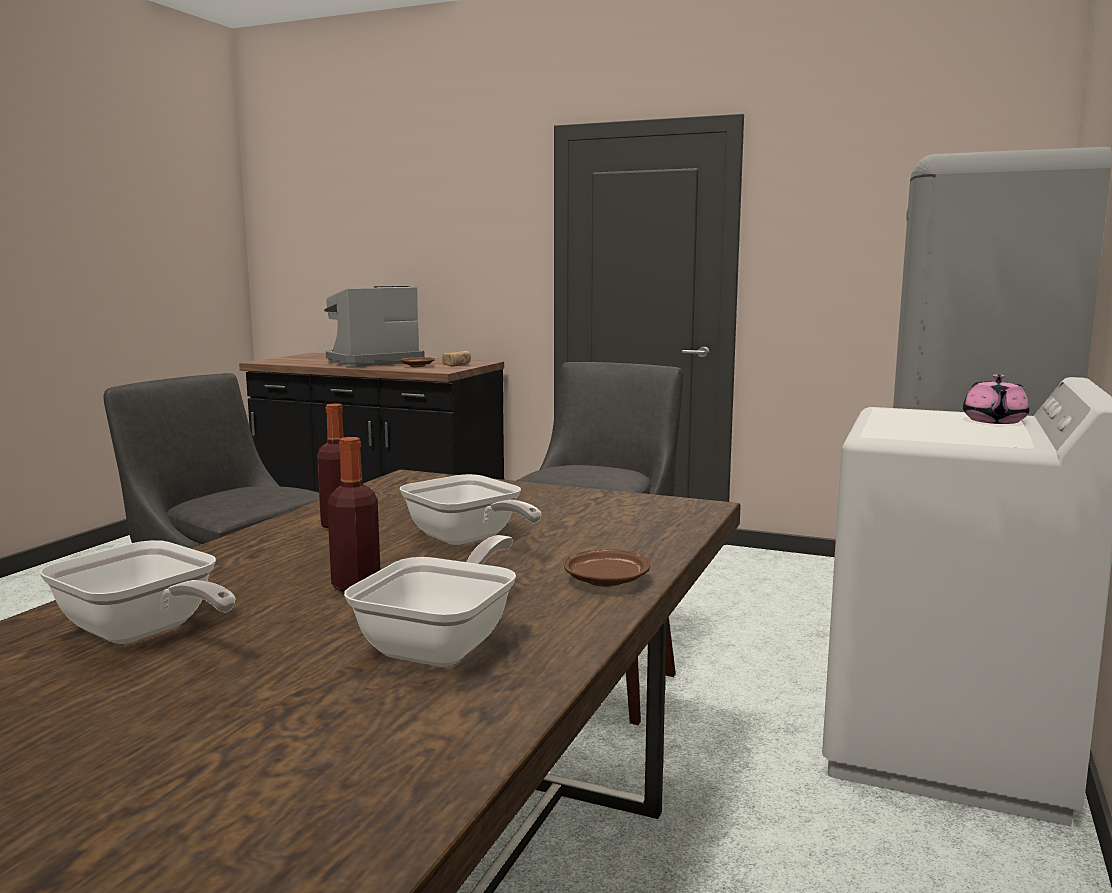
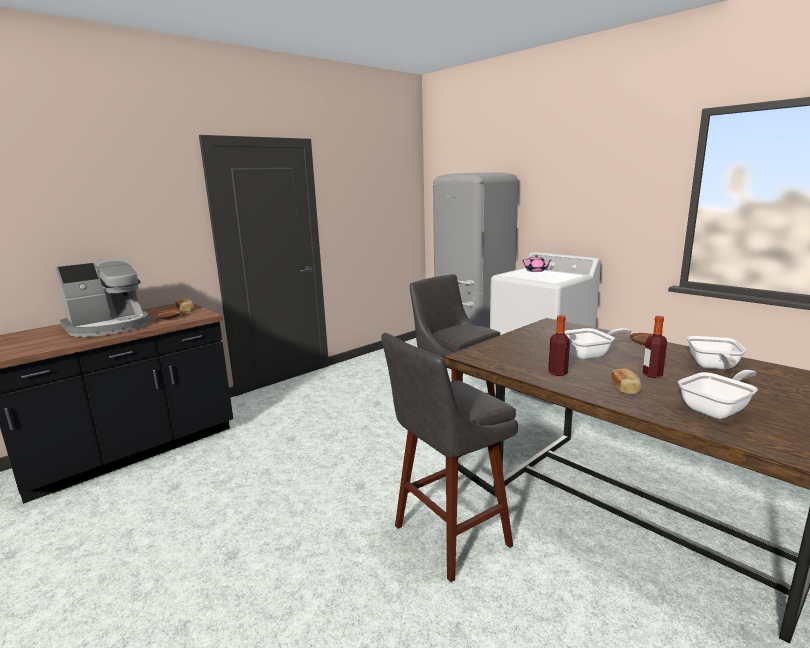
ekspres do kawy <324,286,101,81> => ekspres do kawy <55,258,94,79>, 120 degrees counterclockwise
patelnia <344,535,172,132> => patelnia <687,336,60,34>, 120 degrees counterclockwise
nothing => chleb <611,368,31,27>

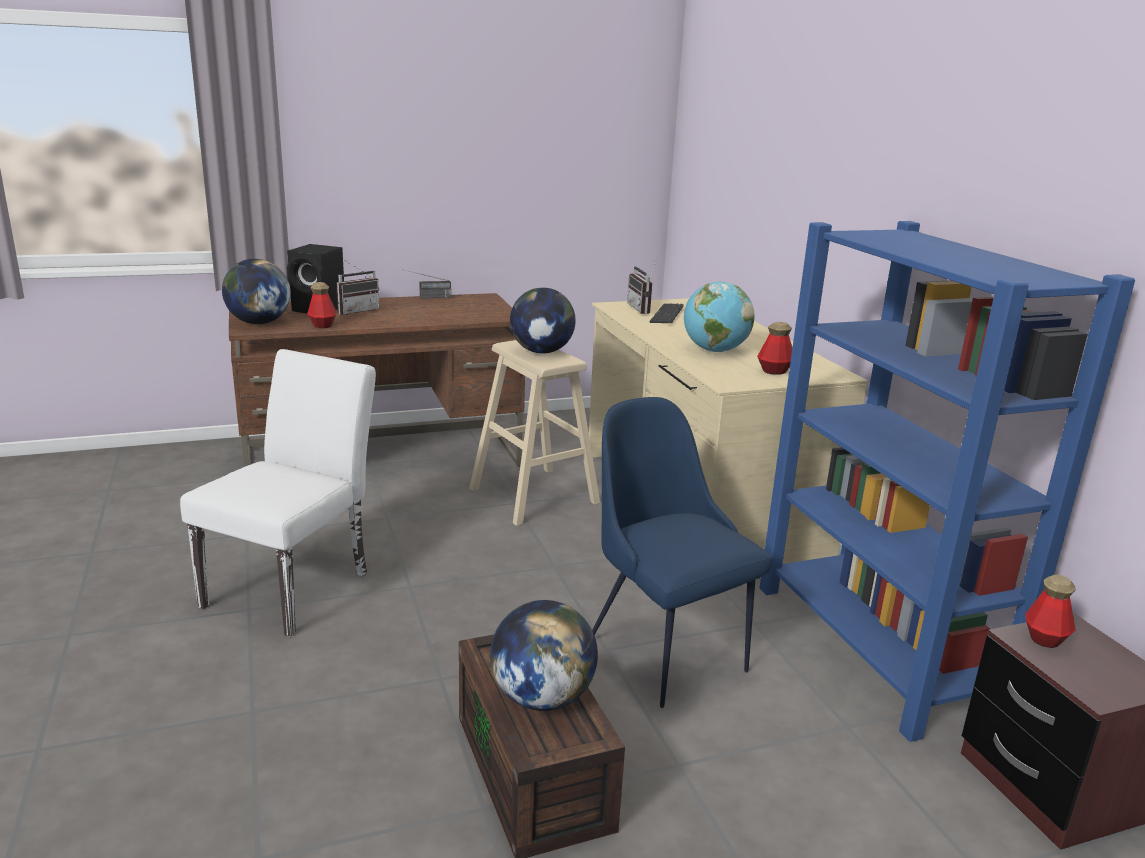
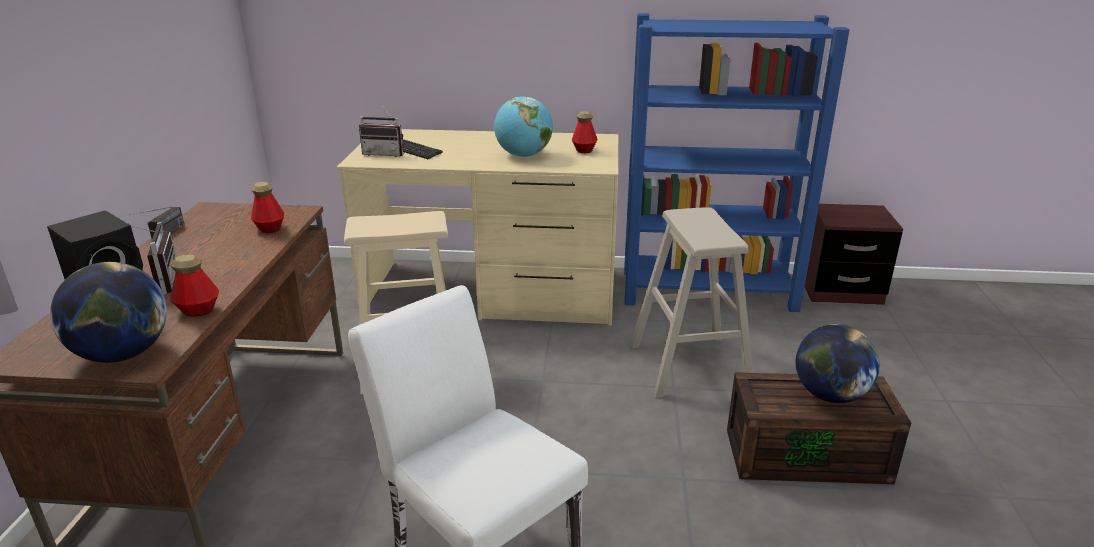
globus <510,287,65,66> => nothing
krzesło (niebieski) <592,397,181,311> => stołek (beżowy) <630,207,123,191>
butelka <1025,574,51,74> => butelka <251,182,33,51>, shifted

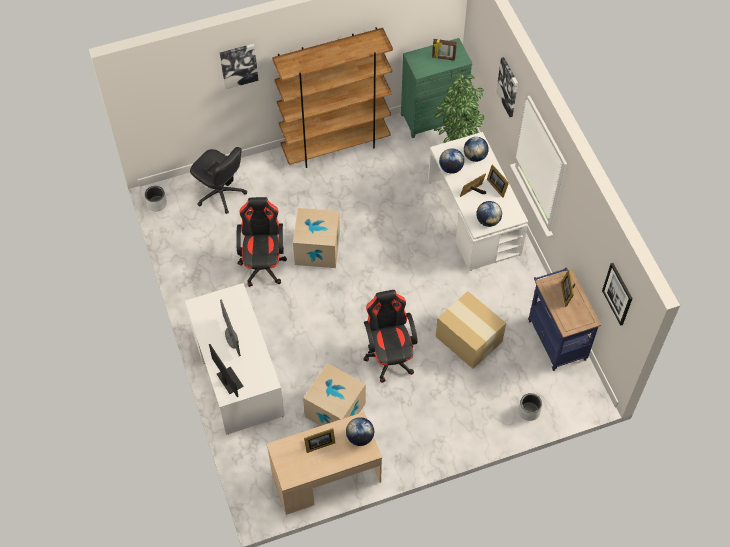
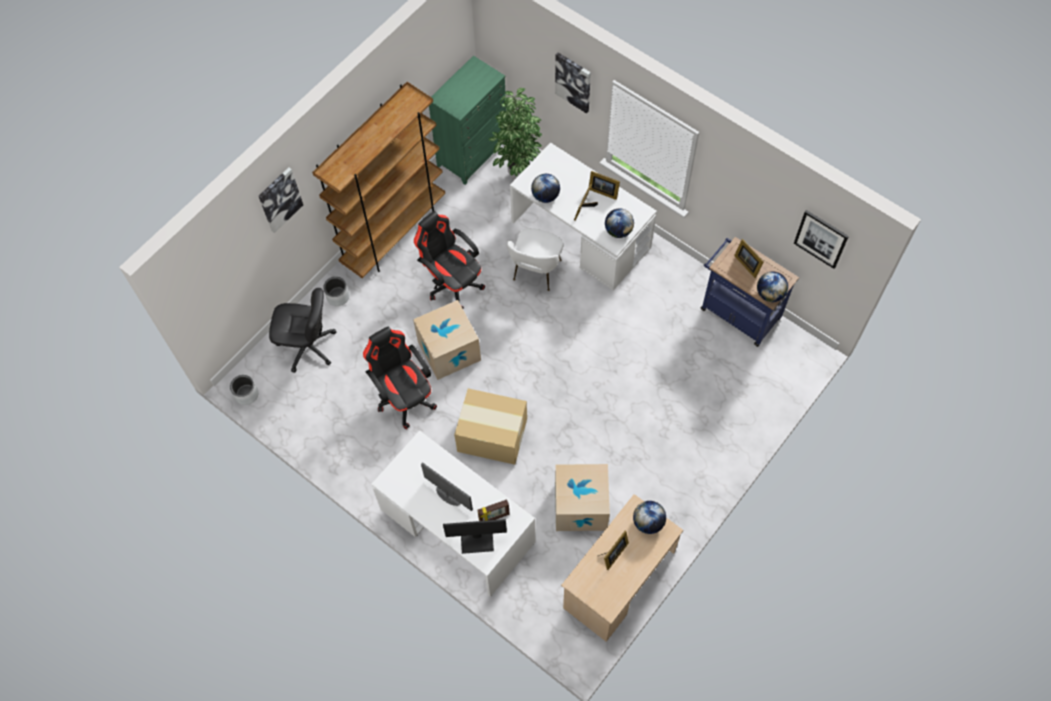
monitor <209,344,35,53> => monitor <443,519,64,35>, 150 degrees clockwise
krzesło biurowe (czarny) <363,290,54,93> => krzesło biurowe (czarny) <414,211,71,98>, shifted
ramka na zdjęcie <432,39,25,22> => ramka na zdjęcie <477,499,33,22>, shifted
karton <435,291,71,78> => karton <454,388,73,77>, shifted
globus <464,137,25,25> => globus <757,271,31,31>, shifted
donica (szary) <518,393,24,28> => donica (szary) <323,277,26,29>, shifted
nothing => krzesło (biały) <507,228,56,63>

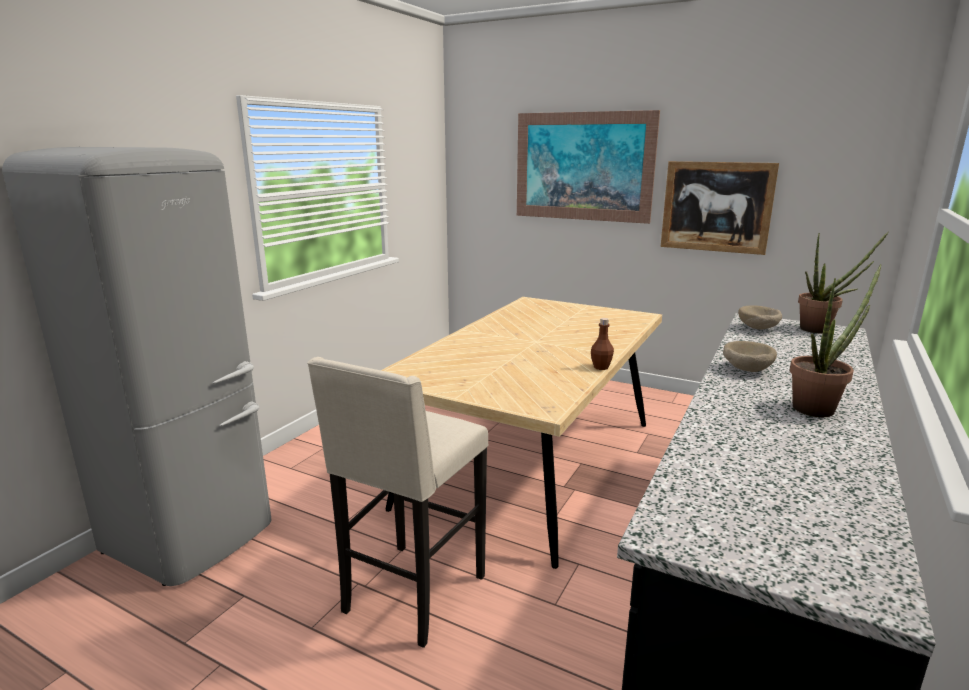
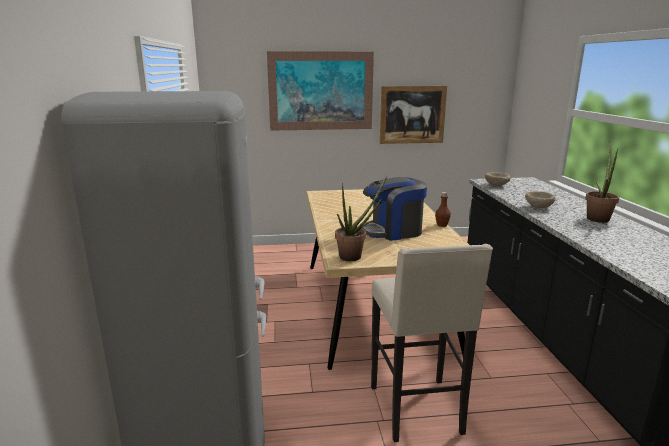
roślina doniczkowa <798,232,90,101> => roślina doniczkowa <335,176,52,85>, shifted
nothing => ekspres do kawy <362,177,65,64>

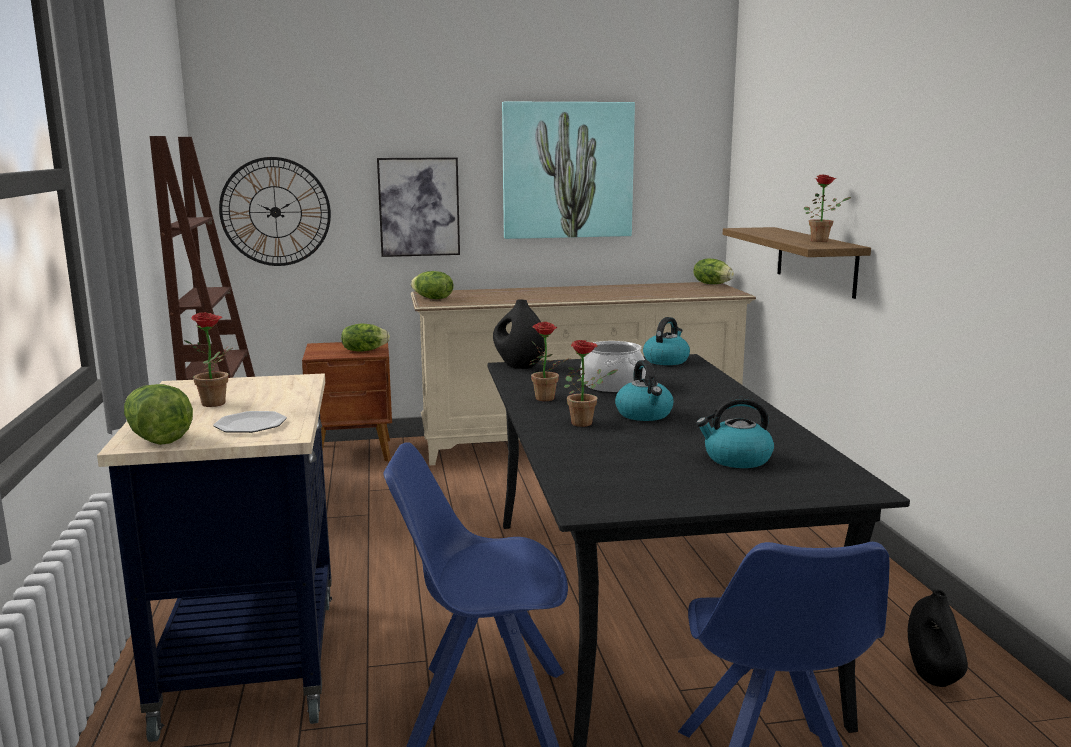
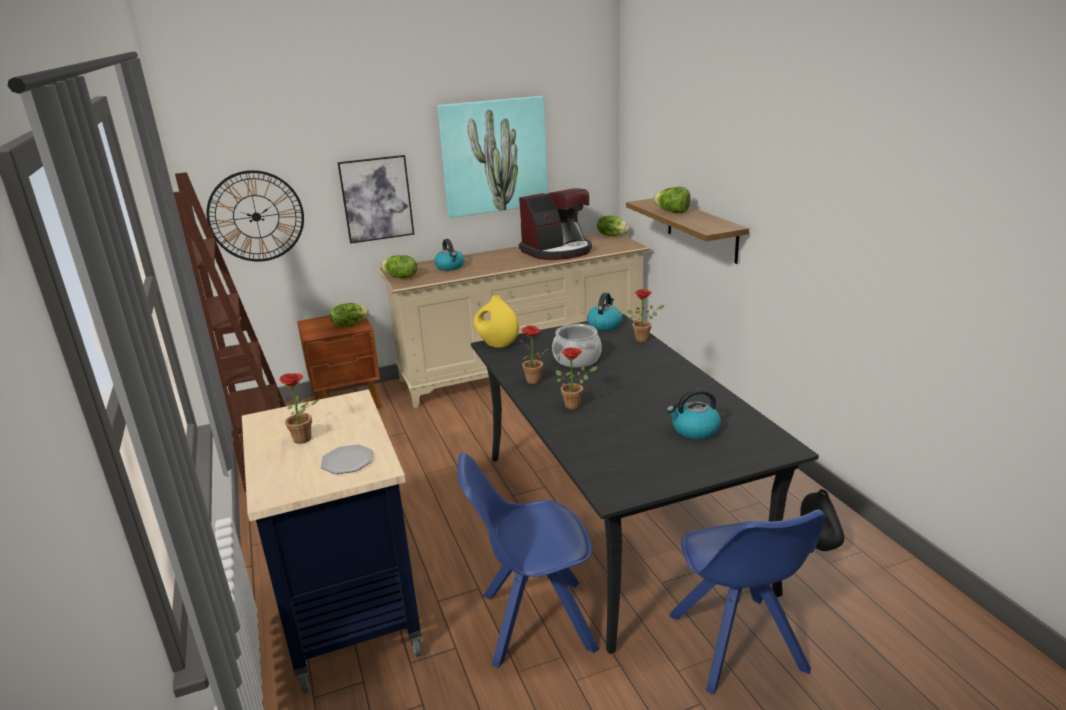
sałata <124,384,69,61> => sałata <653,187,38,26>, shifted
wazon (czarny) <493,299,52,70> => wazon (żółty) <473,295,46,53>
czajnik <615,360,58,61> => czajnik <434,239,30,32>, shifted
roślina doniczkowa <804,174,47,68> => roślina doniczkowa <627,289,38,53>, shifted
nothing => ekspres do kawy <519,189,73,71>

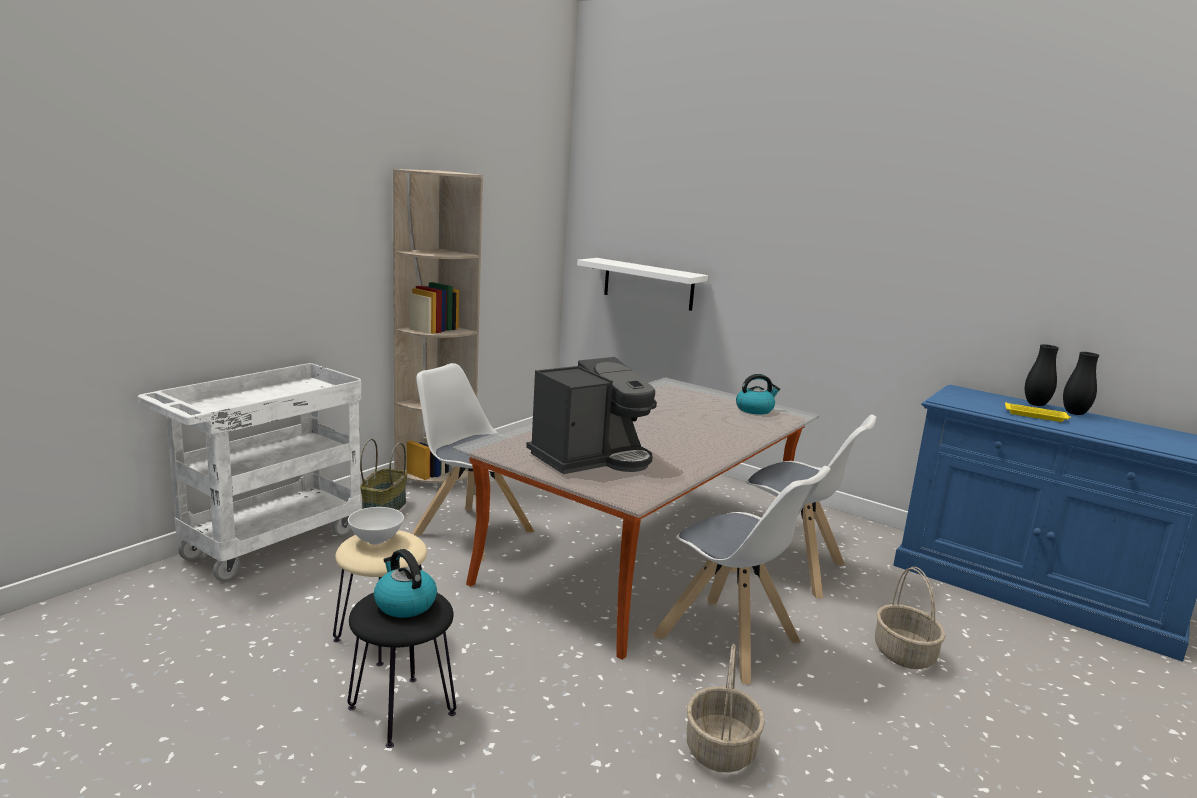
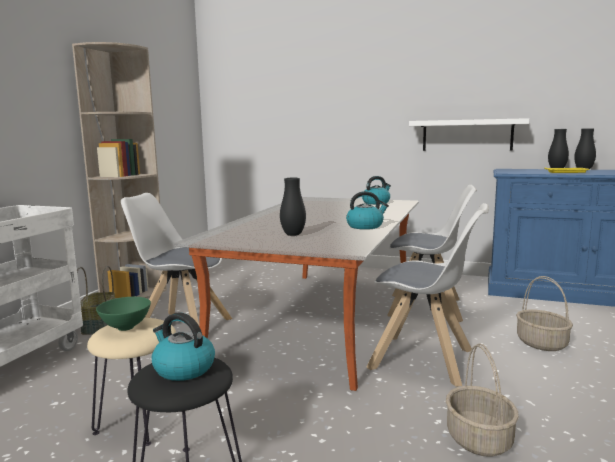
miska (biały) <348,507,56,38> => miska (zielony) <96,297,55,34>
ekspres do kawy <526,357,131,117> => wazon (czarny) <280,178,26,58>
półka (biały) <577,258,131,53> => półka (biały) <409,118,120,33>, shifted
nothing => czajnik <346,191,43,38>

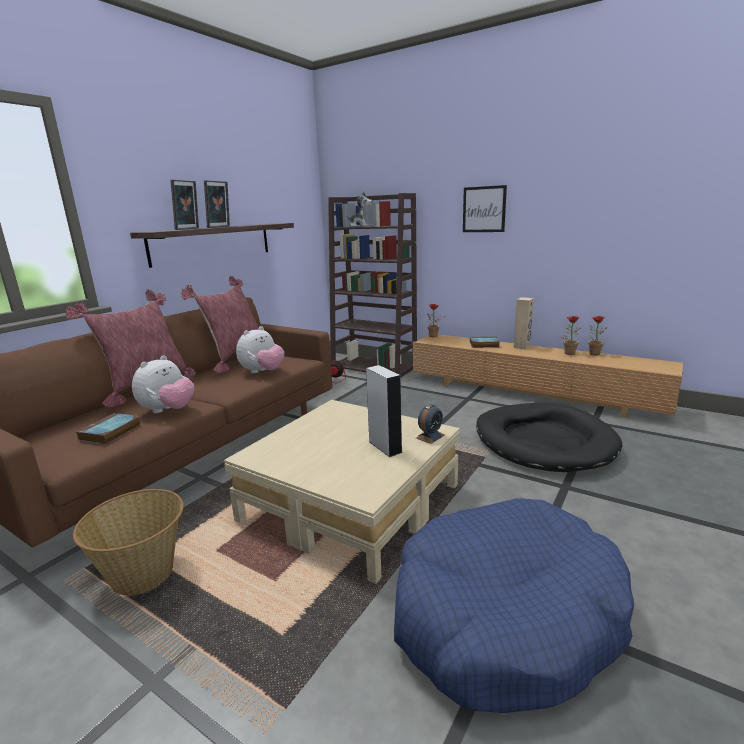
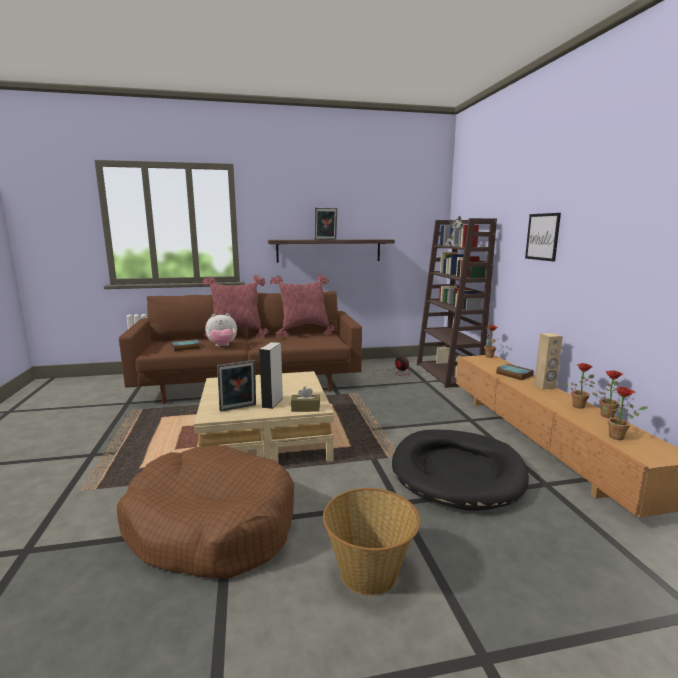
koszyk <73,489,111,106> => koszyk <323,488,97,108>, shifted
ramka na zdjęcie <170,180,29,50> => ramka na zdjęcie <217,360,39,52>, shifted
pluszak <236,326,48,48> => nothing
legowisko (niebieski) <394,498,240,215> => legowisko (brązowy) <117,445,177,134>
budzik <416,404,29,40> => pudełko chusteczek (brązowy) <291,387,29,25>
nothing => roślina doniczkowa <602,387,46,53>

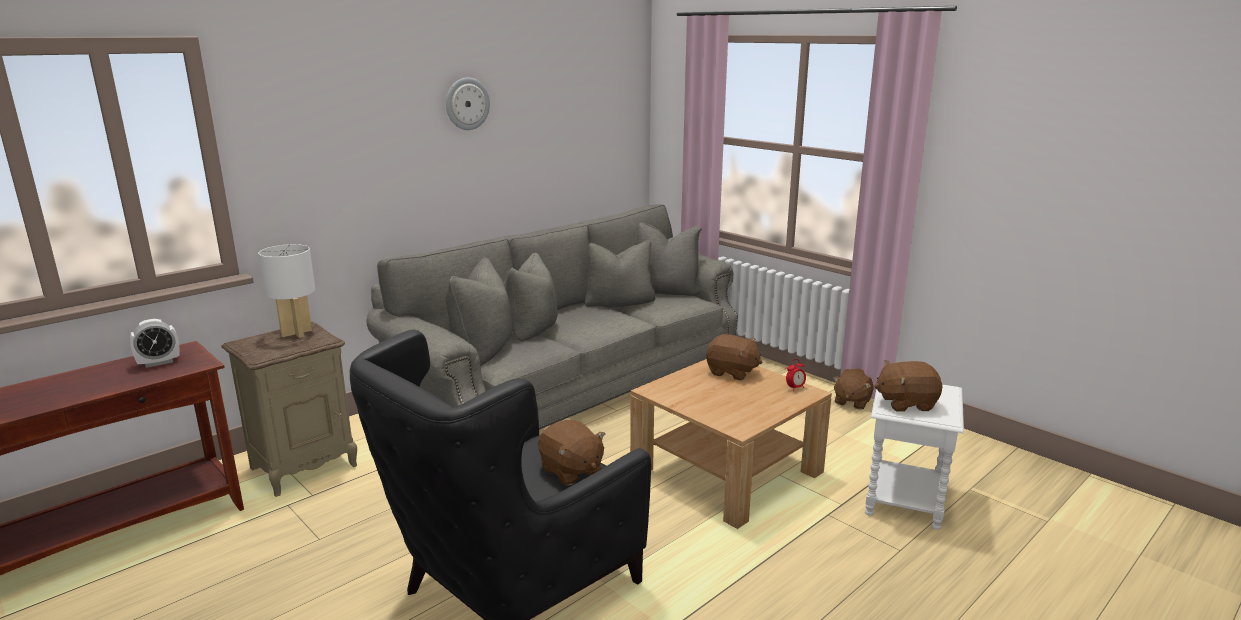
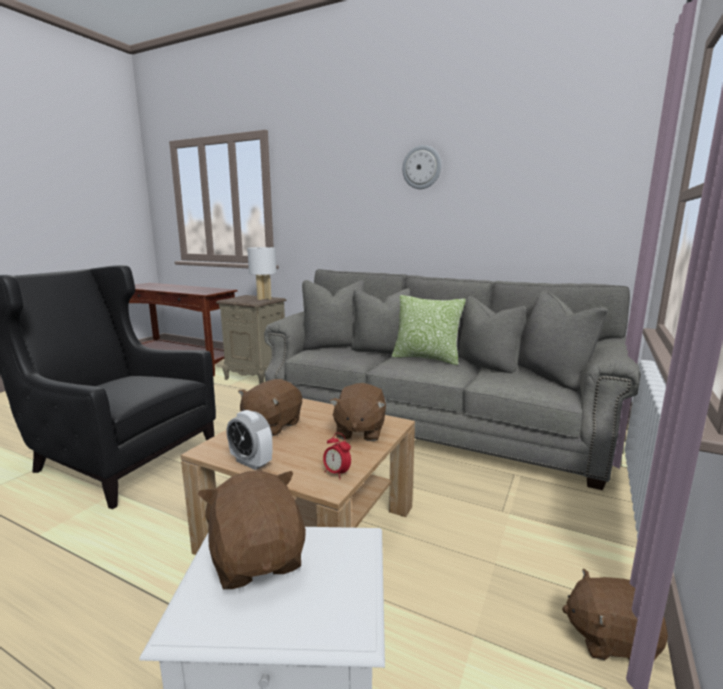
budzik <129,319,51,49> => budzik <227,410,46,60>, shifted
pluszak (brązowy) <538,420,67,66> => pluszak (brązowy) <238,379,64,57>, shifted
nothing => poduszka <392,295,74,70>

